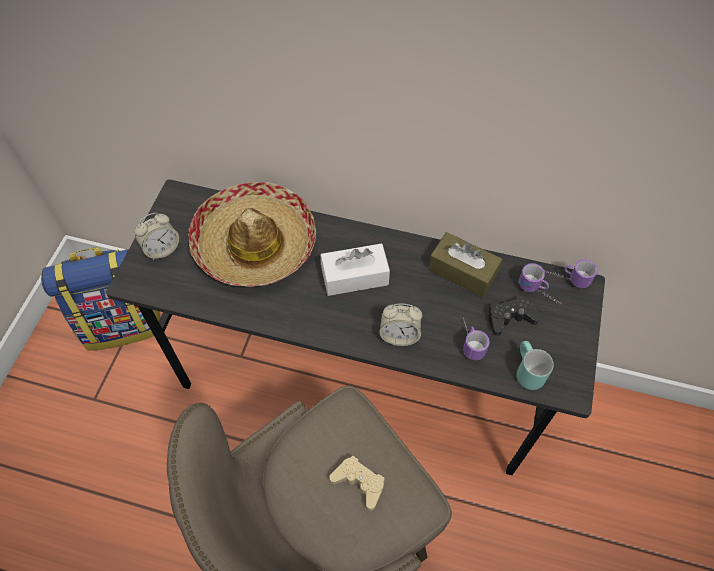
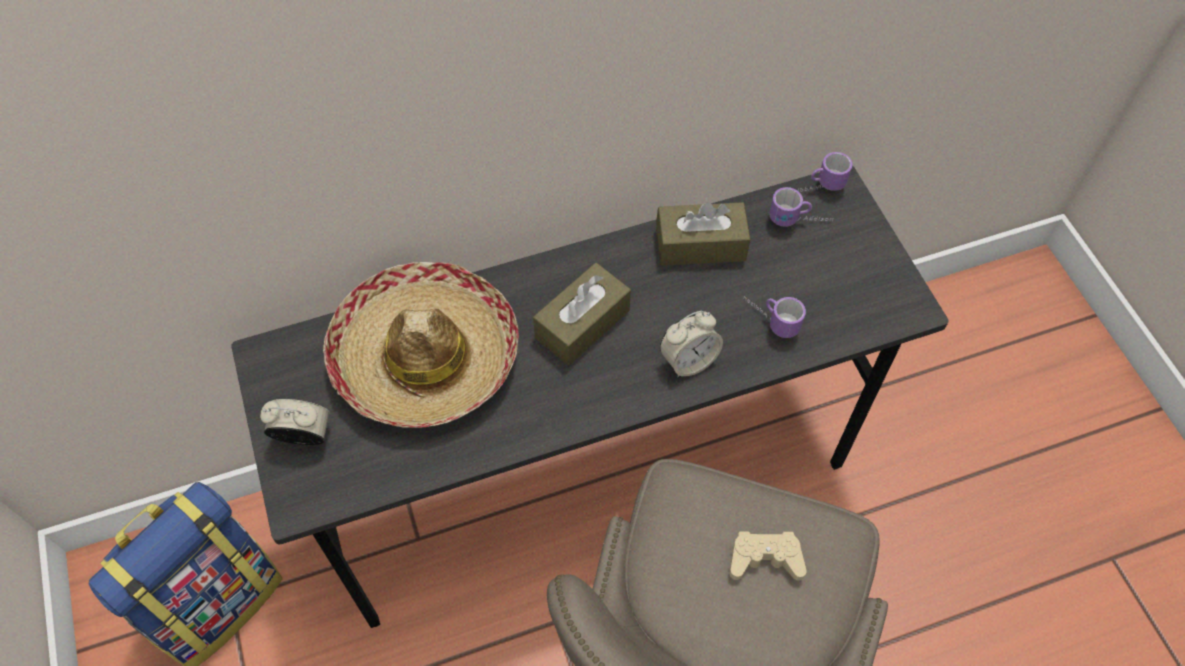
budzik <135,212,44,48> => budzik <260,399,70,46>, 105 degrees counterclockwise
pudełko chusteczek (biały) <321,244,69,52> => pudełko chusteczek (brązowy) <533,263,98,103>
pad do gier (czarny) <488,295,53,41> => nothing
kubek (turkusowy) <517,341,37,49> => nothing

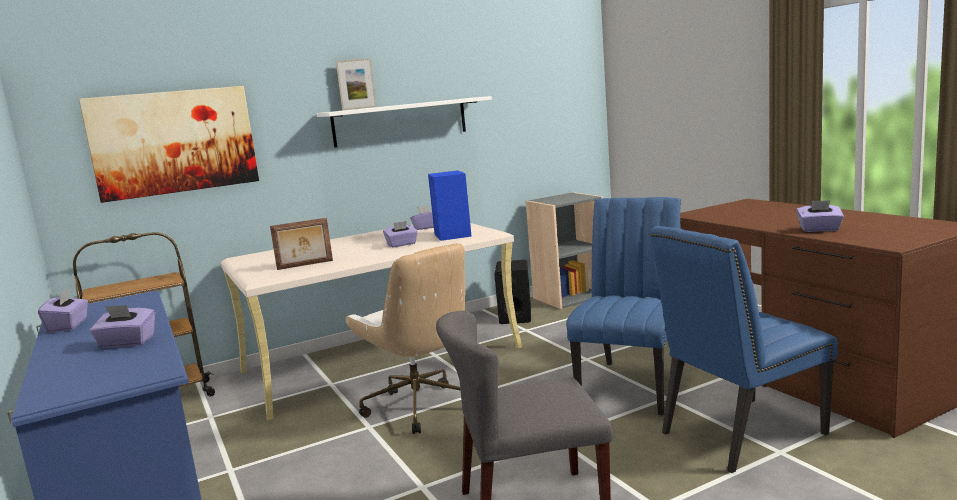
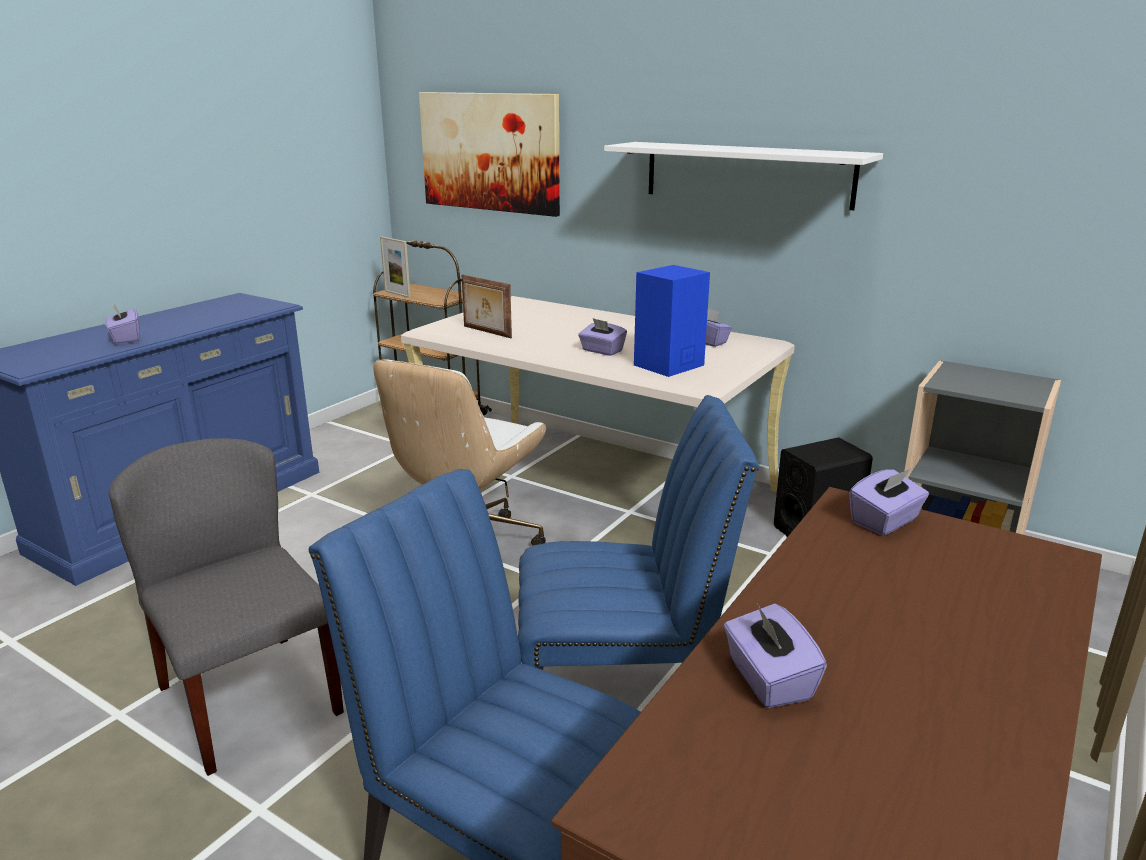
pudełko chusteczek (fioletowy) <38,287,50,46> => pudełko chusteczek (fioletowy) <849,469,80,67>, shifted
ramka na zdjęcie <336,58,40,52> => ramka na zdjęcie <380,237,31,61>, shifted

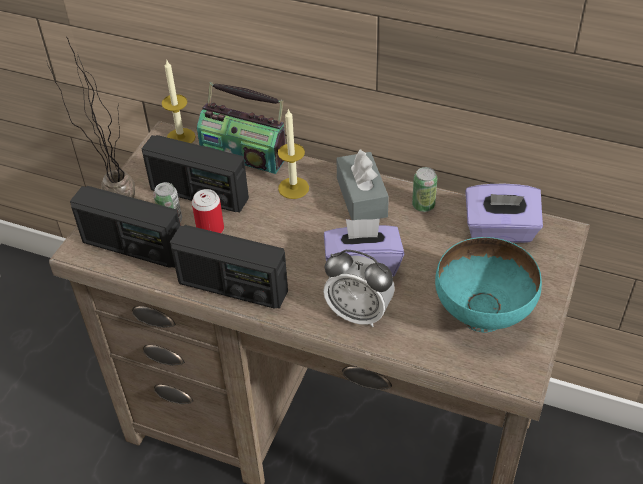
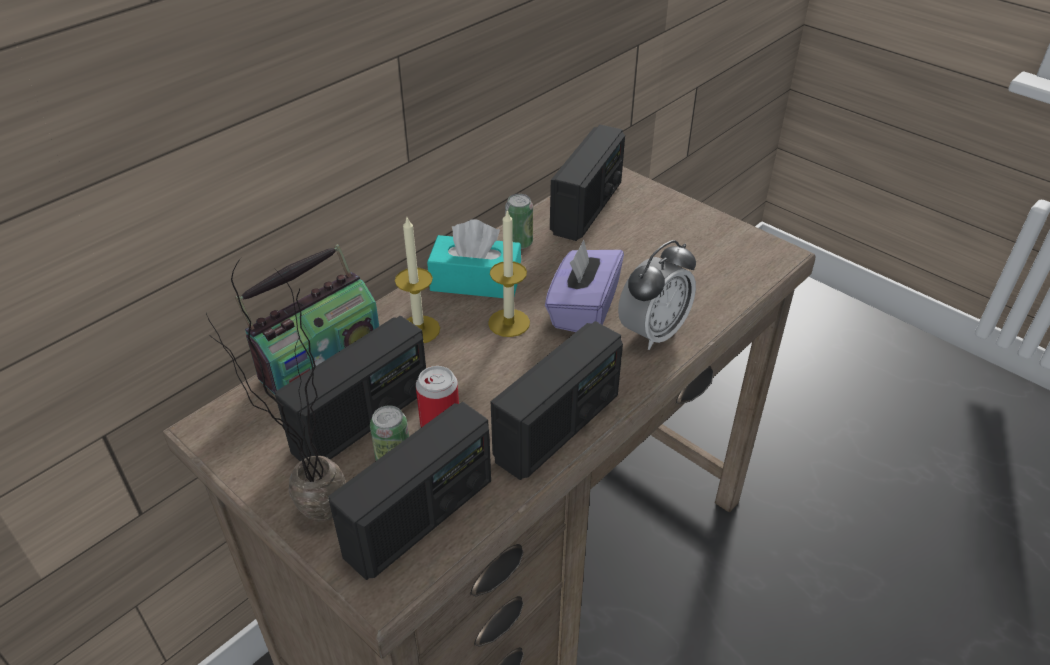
świeca <162,60,34,83> => świeca <488,209,42,128>, shifted
pudełko chusteczek (szary) <336,149,53,71> => pudełko chusteczek (turkusowy) <427,219,94,79>
miska (turkusowy) <435,237,107,96> => nothing
pudełko chusteczek (fioletowy) <465,183,78,60> => radio <550,125,75,116>

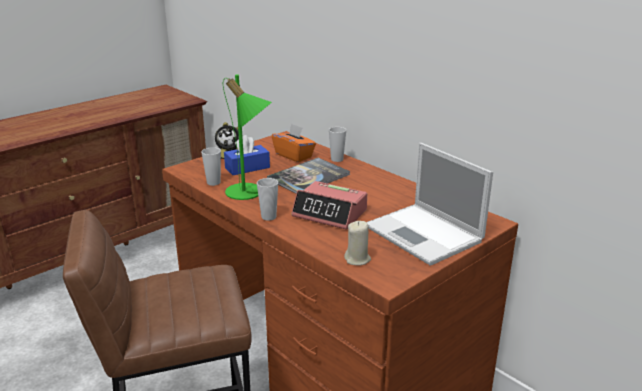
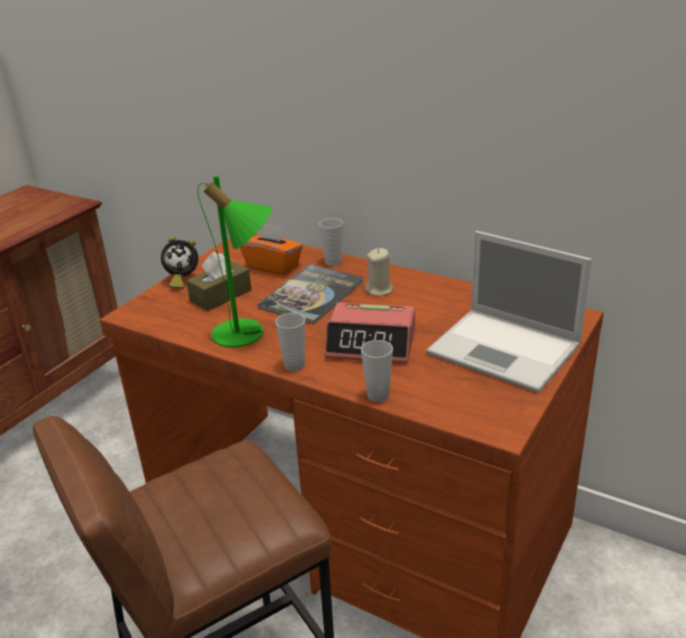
filiżanka <201,147,20,39> => filiżanka <361,340,32,62>, shifted
pudełko chusteczek (niebieski) <224,135,46,40> => pudełko chusteczek (brązowy) <186,252,65,59>
świeca (beżowy) <344,221,27,45> => świeca (beżowy) <365,248,28,48>, shifted

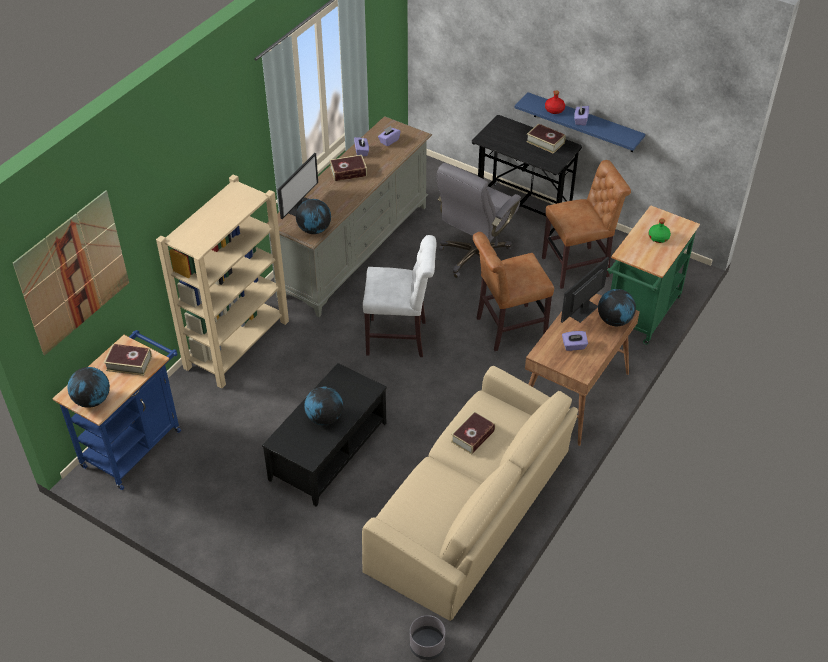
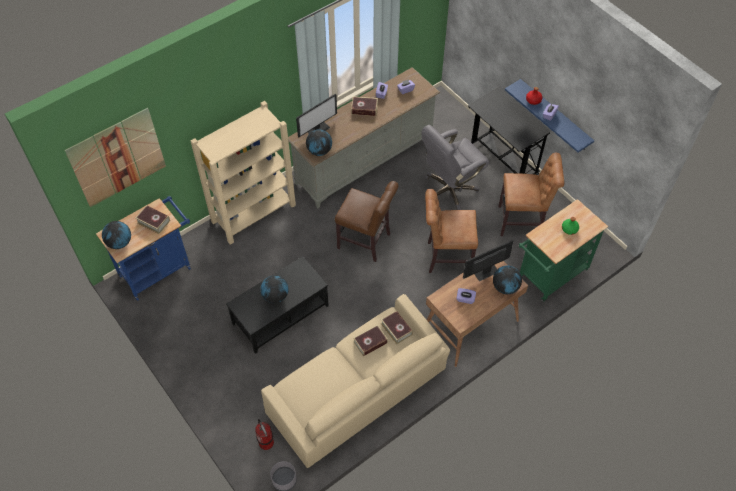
krzesło (biały) <363,235,73,122> => krzesło (brązowy) <335,181,64,81>
książka <526,124,40,30> => książka <381,310,32,34>, shifted
nothing => gaśnica <255,419,19,31>

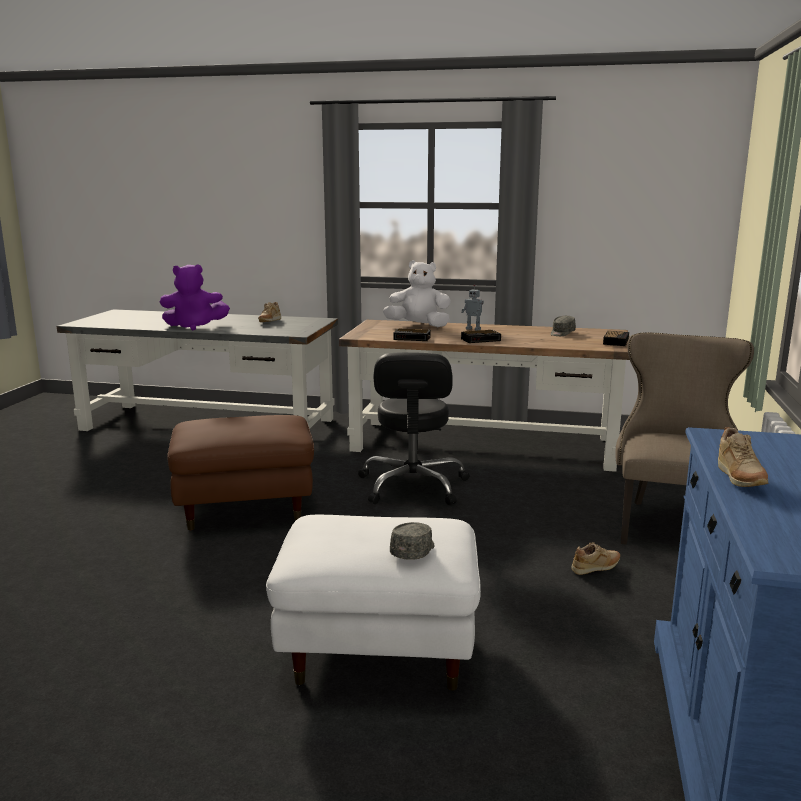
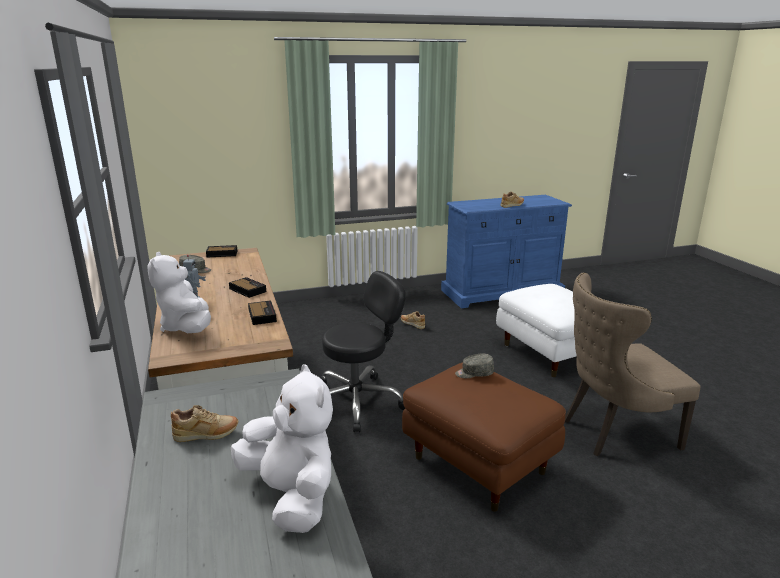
pluszak (fioletowy) <160,264,70,66> => pluszak (biały) <231,364,102,169>
czapka z daszkiem (szary) <390,522,44,38> => czapka z daszkiem (szary) <455,354,39,24>, shifted
krzesło (beżowy) <615,332,139,213> => krzesło (beżowy) <565,273,135,183>, shifted

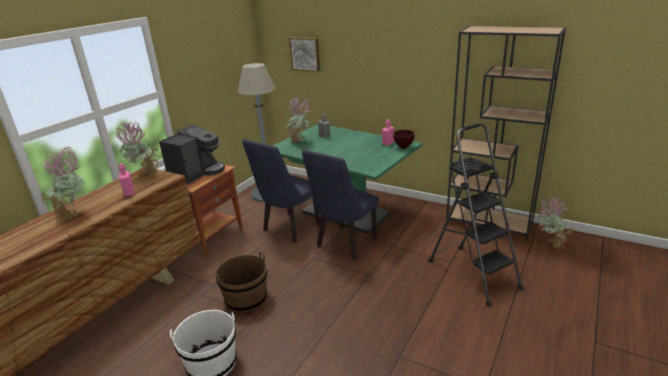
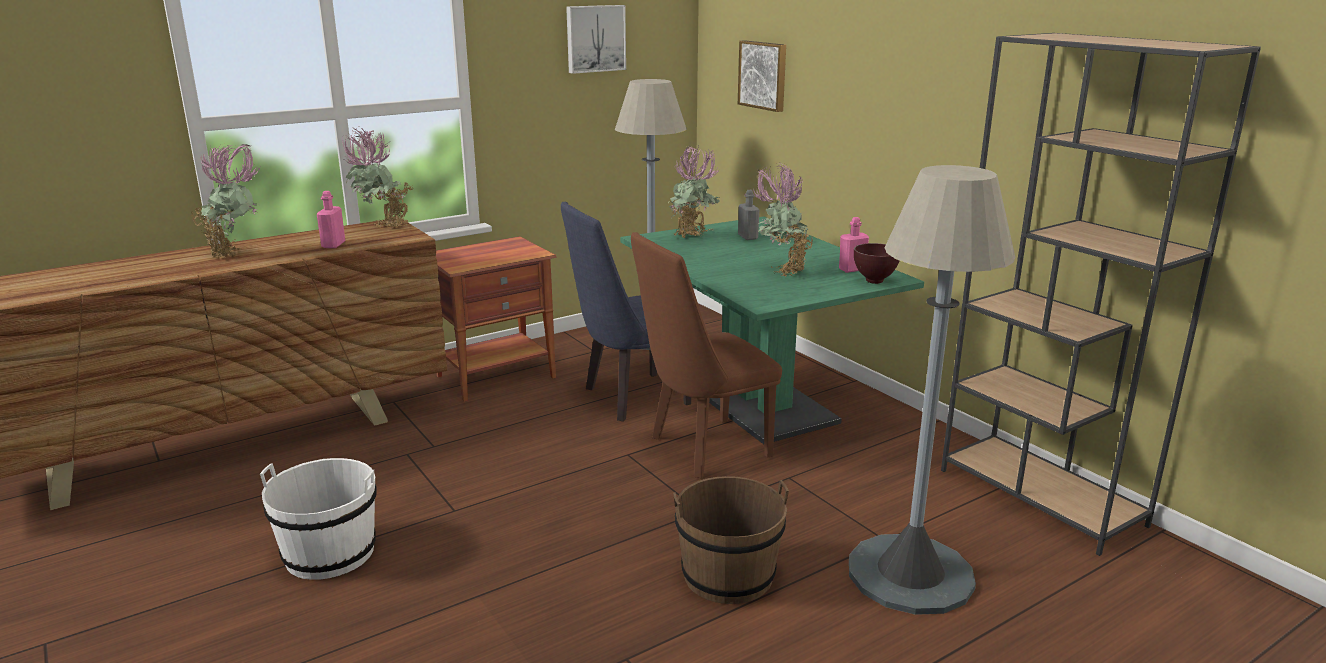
ekspres do kawy <159,125,66,59> => nothing
wiadro (brązowy) <214,251,53,62> => wiadro (brązowy) <673,476,116,128>, shifted
krzesło (niebieski) <302,150,77,109> => krzesło (brązowy) <631,232,151,246>
drabinka <428,123,96,184> => lampa stojąca (szary) <849,165,166,450>
roślina doniczkowa <538,195,35,55> => roślina doniczkowa <753,163,60,113>, shifted
nothing => obraz <566,5,60,69>

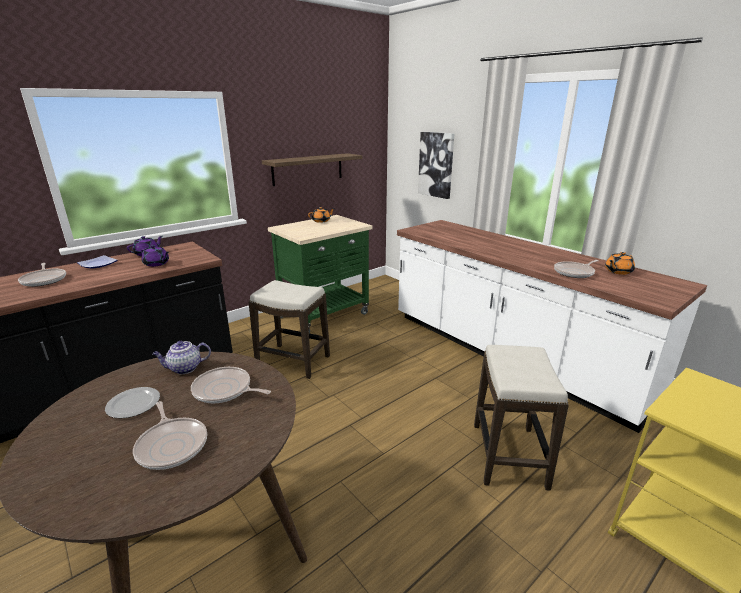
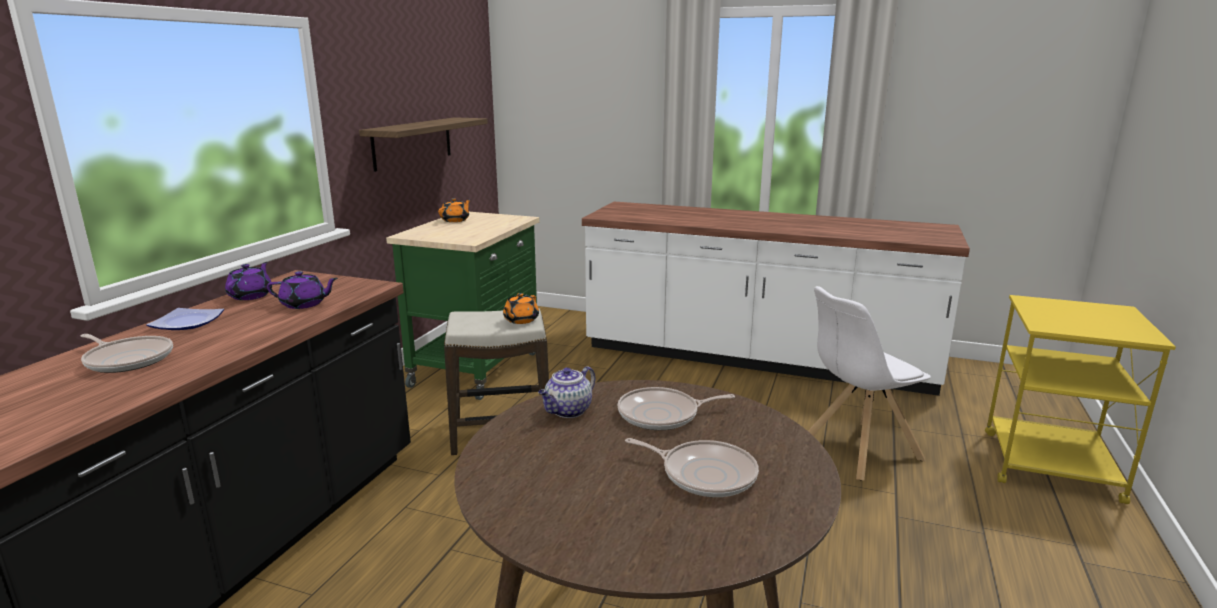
talerz <105,387,55,31> => nothing
obraz <418,132,36,67> => nothing
stołek <474,345,95,146> => krzesło (biały) <808,286,123,194>
patelnia <554,260,45,18> => nothing
imbryk (pomarańczowy) <605,252,30,23> => imbryk (pomarańczowy) <503,293,36,31>, shifted

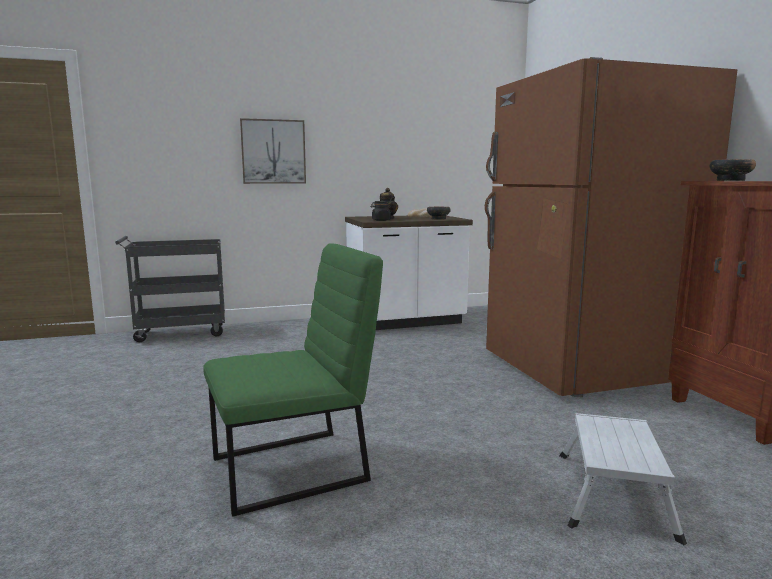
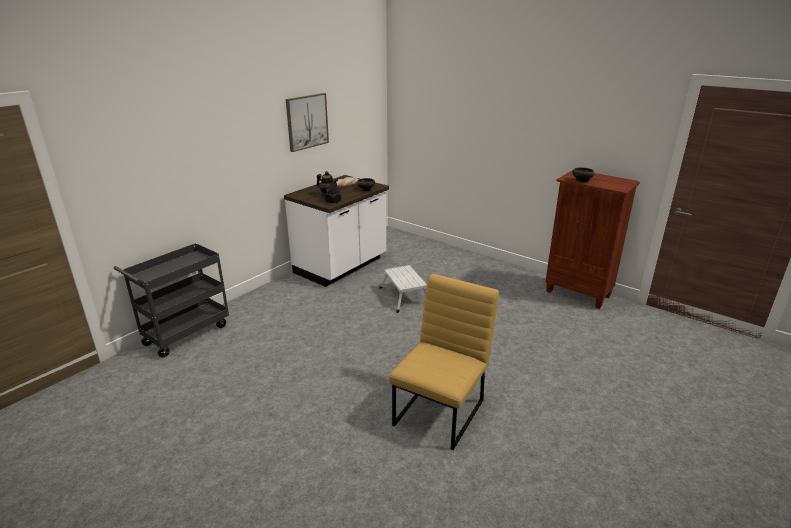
krzesło (zielony) <203,243,180,274> => krzesło (żółty) <389,274,110,176>
obraz <240,118,66,66> => obraz <286,93,43,59>, shifted
lodówka (brązowy) <485,57,253,340> => nothing
drabinka (biały) <559,413,128,132> => drabinka (biały) <379,265,48,48>, shifted

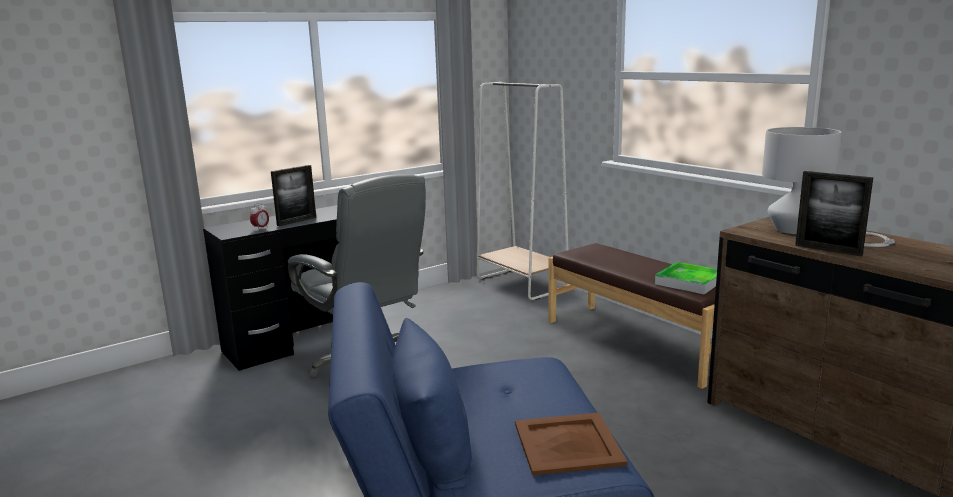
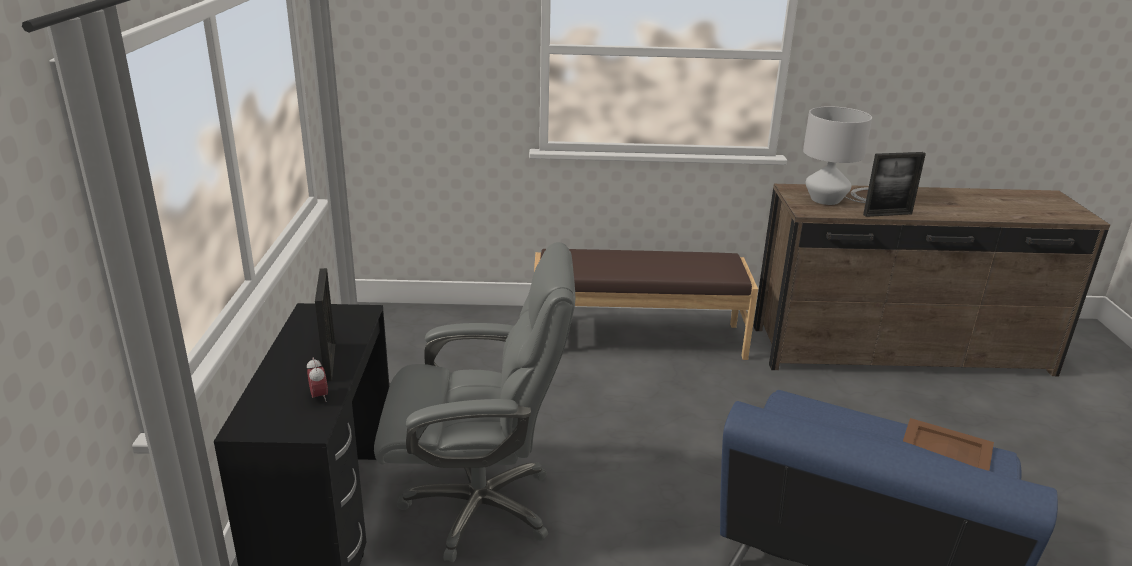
wieszak <477,82,91,218> => nothing
taca <655,262,62,32> => nothing

